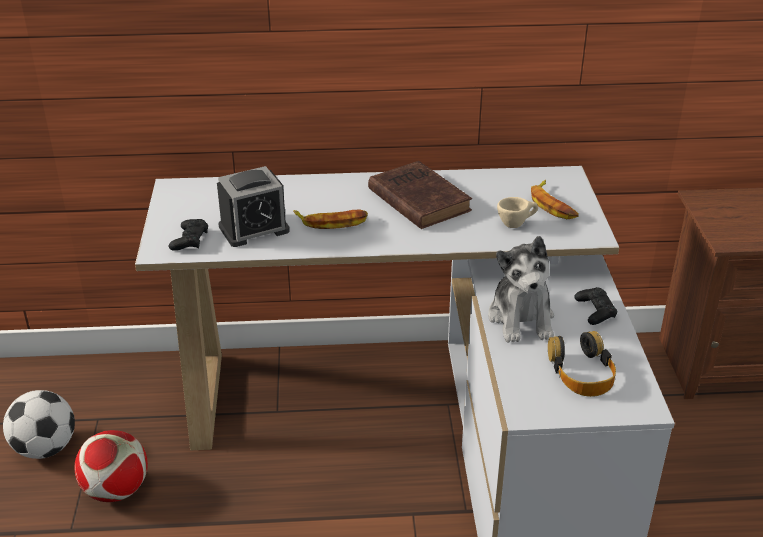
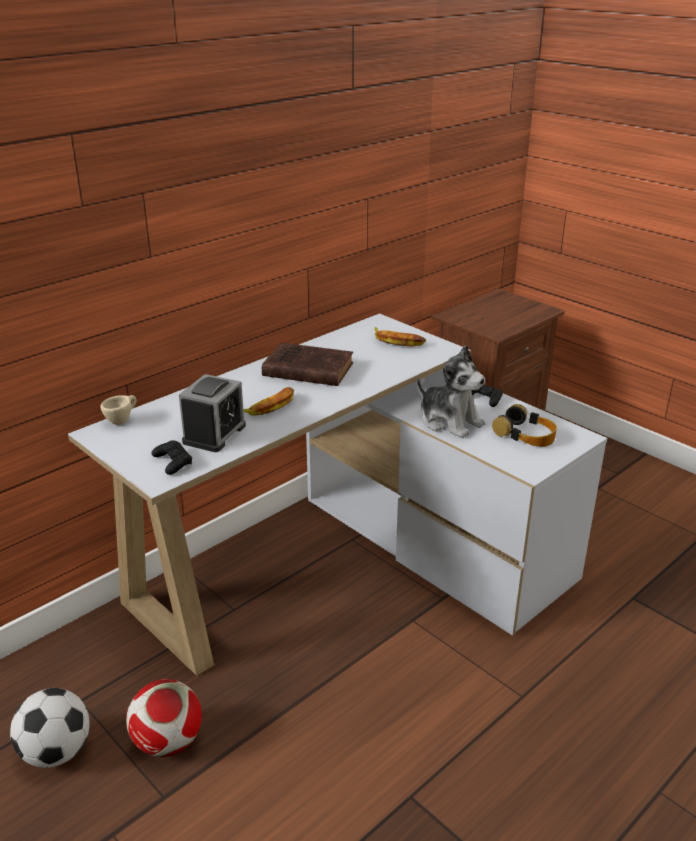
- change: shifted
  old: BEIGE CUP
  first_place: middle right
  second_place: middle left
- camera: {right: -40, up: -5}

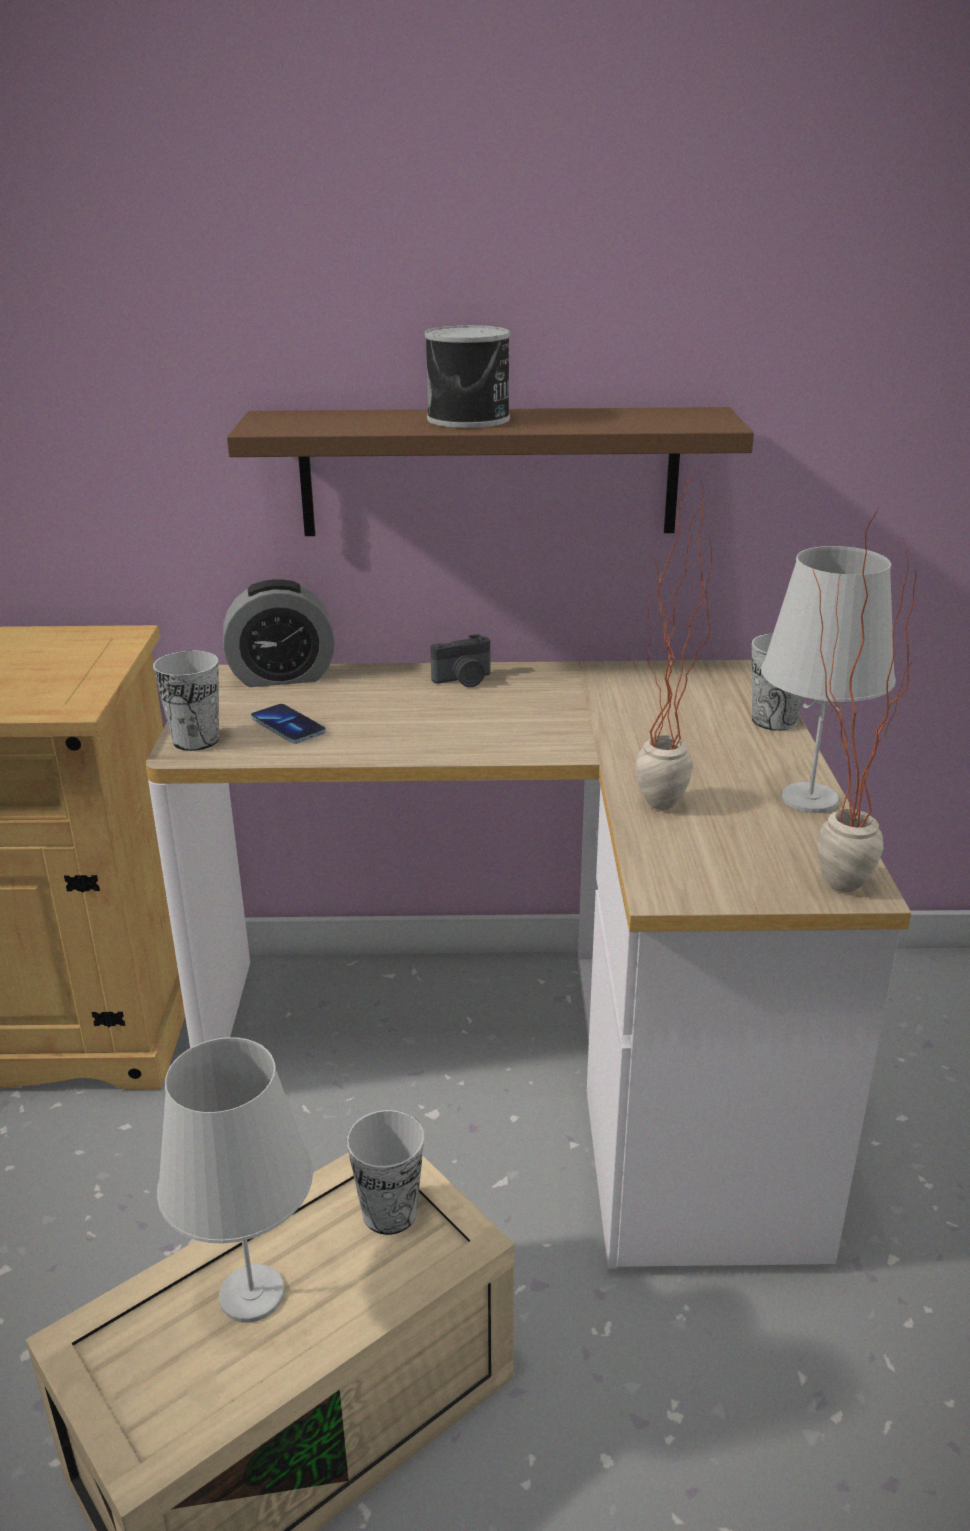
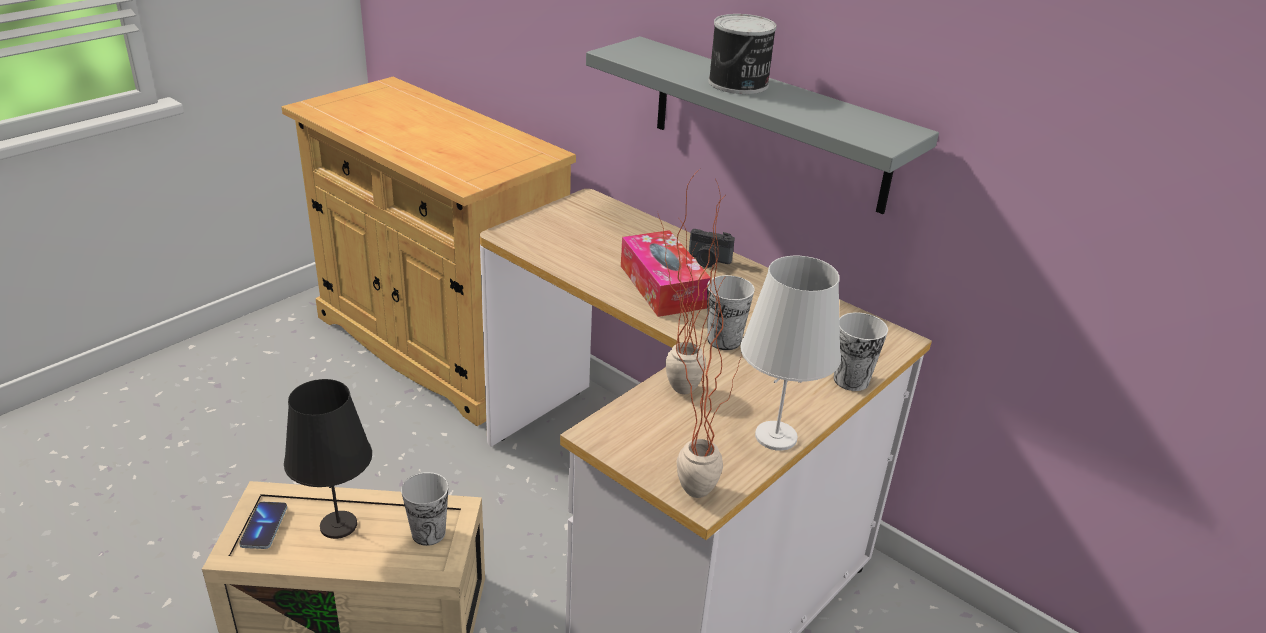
- change: shifted
  old: CUP (no. 1 from left in the first image)
  new: CUP (no. 2 from left)
  first_place: middle left
  second_place: centre
- change: repainted
  old: WHITE TABLE LAMP (no. 1 from left)
  new: BLACK TABLE LAMP
  first_place: bottom left
  second_place: bottom left
- change: gone
  old: ALARM CLOCK
  first_place: middle left
- change: repainted
  old: BROWN SHELF
  new: GREY SHELF
  first_place: top centre
  second_place: top centre
- change: shifted
  old: PHONE
  first_place: middle left
  second_place: bottom left
- change: new
  new: TISSUE BOX
  second_place: centre
- camera: {right: 40, up: 5}

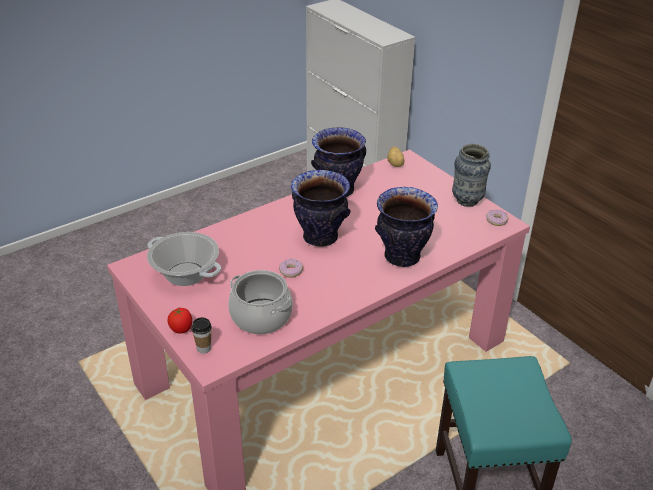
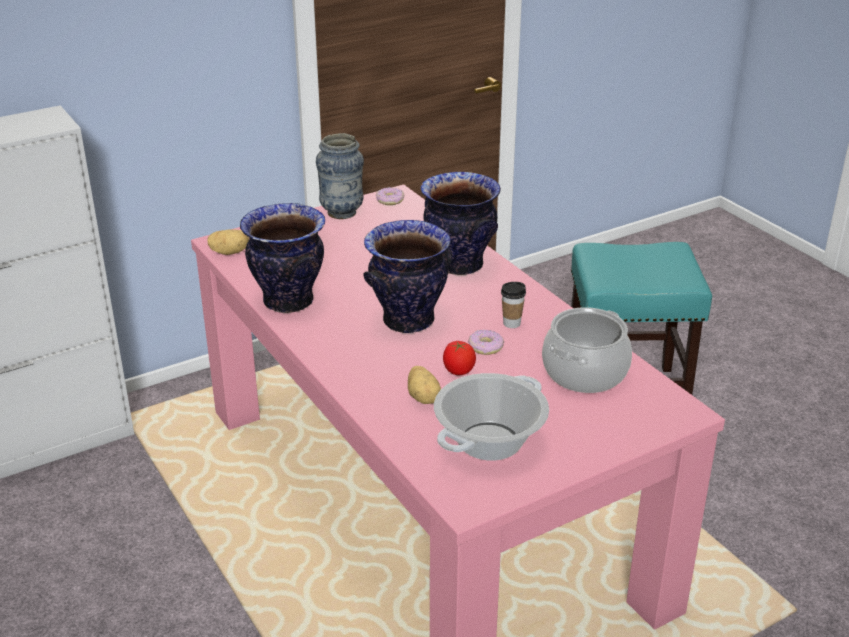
- change: shifted
  old: TOMATO
  first_place: middle left
  second_place: centre
- change: shifted
  old: CUP
  first_place: bottom left
  second_place: centre
- change: new
  new: POTATO (no. 2 from left)
  second_place: centre
- camera: {right: -85, up: -5}

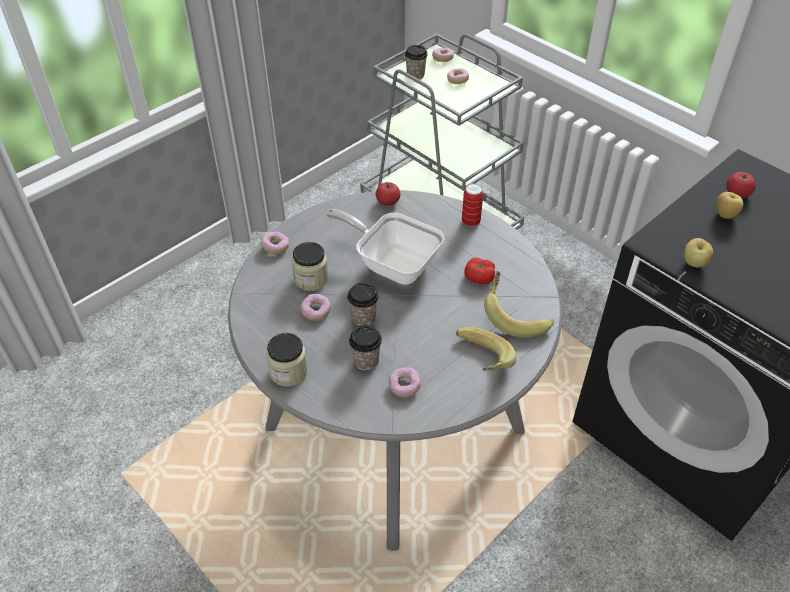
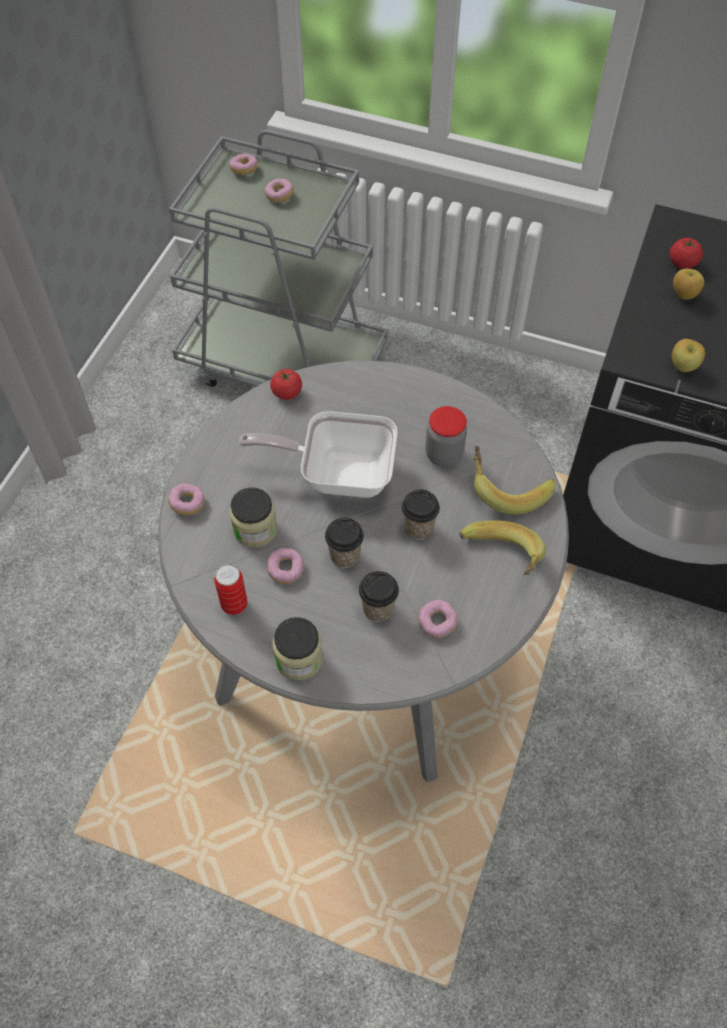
- change: shifted
  old: CUP (no. 3 from left)
  first_place: top centre
  second_place: centre
- change: shifted
  old: CAN
  first_place: centre
  second_place: middle left
- change: swapped
  old: TOMATO (no. 2 from left)
  new: JAR (no. 3 from left)
  first_place: centre
  second_place: centre
- camera: {right: -25, up: 10}

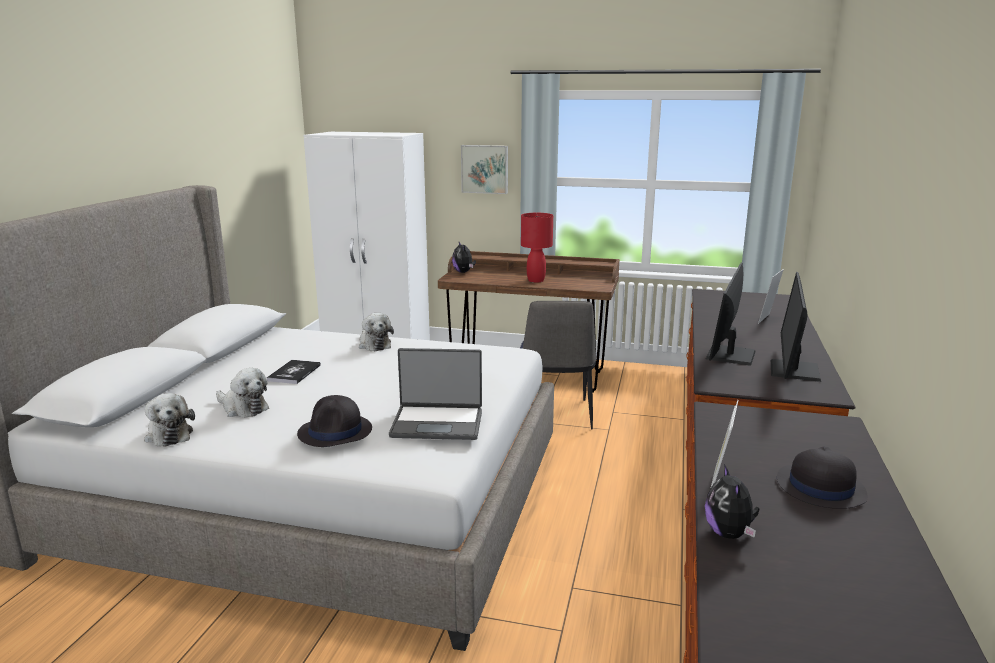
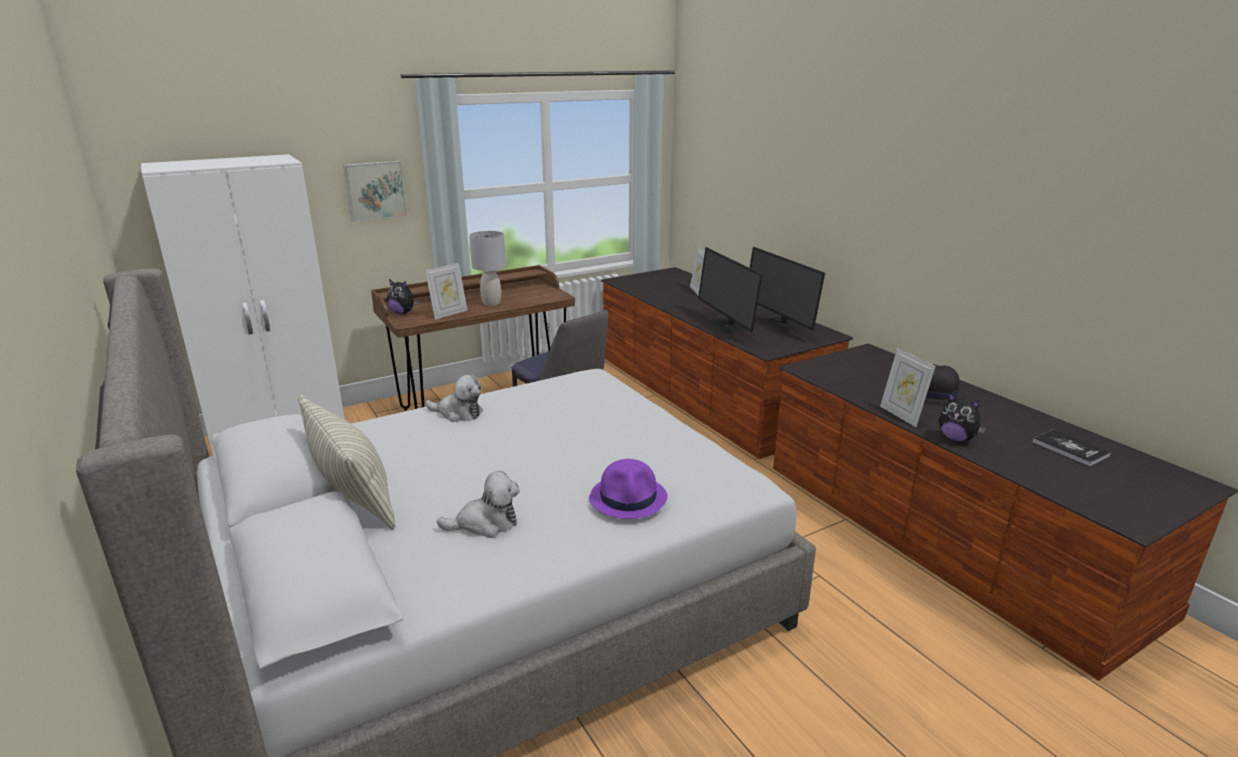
- change: gone
  old: PLUSH TOY (no. 1 from left)
  first_place: middle left
- change: shifted
  old: BOOK
  first_place: middle left
  second_place: middle right
- change: repainted
  old: BLACK HAT (no. 1 from left)
  new: PURPLE HAT
  first_place: centre
  second_place: centre
- change: gone
  old: LAPTOP
  first_place: centre
- change: repainted
  old: RED TABLE LAMP
  new: GREY TABLE LAMP
  first_place: centre
  second_place: centre
- change: new
  new: PILLOW
  second_place: middle left
- change: new
  new: PICTURE FRAME (no. 1 from left)
  second_place: centre
- camera: {right: -45, up: 5}

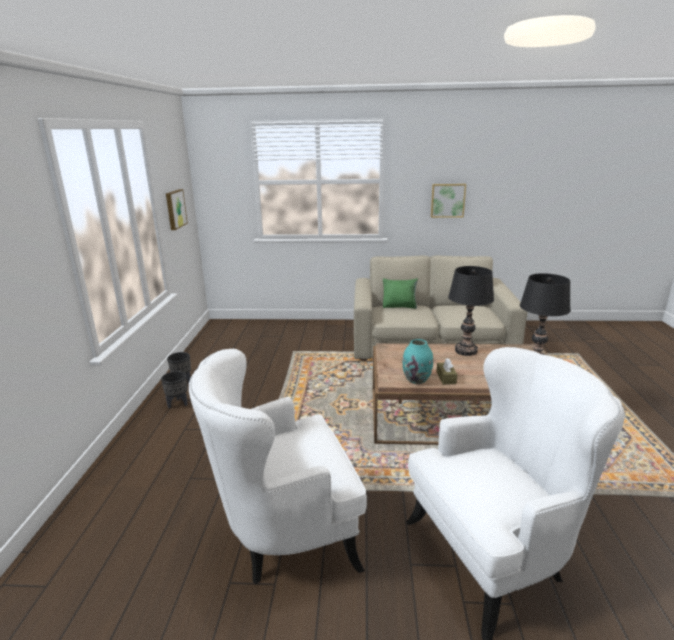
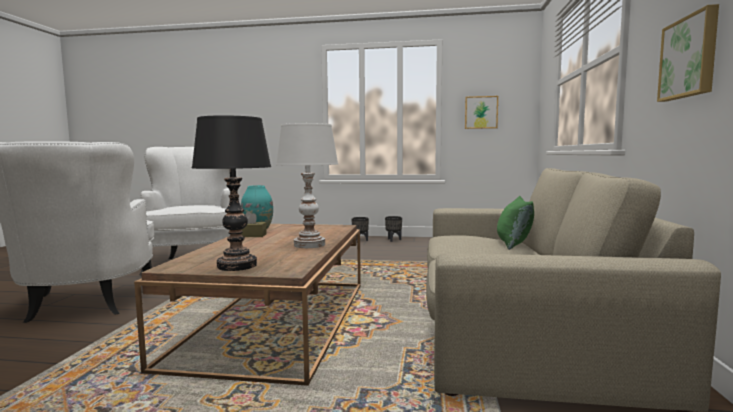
- change: repainted
  old: BLACK TABLE LAMP (no. 1 from left)
  new: WHITE TABLE LAMP
  first_place: middle right
  second_place: centre
- camera: {right: 95, up: -15}

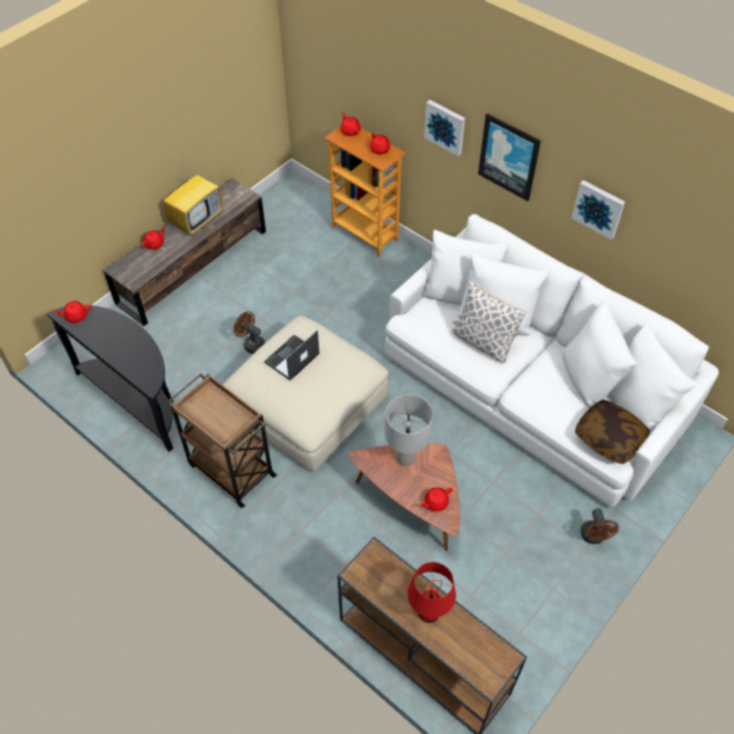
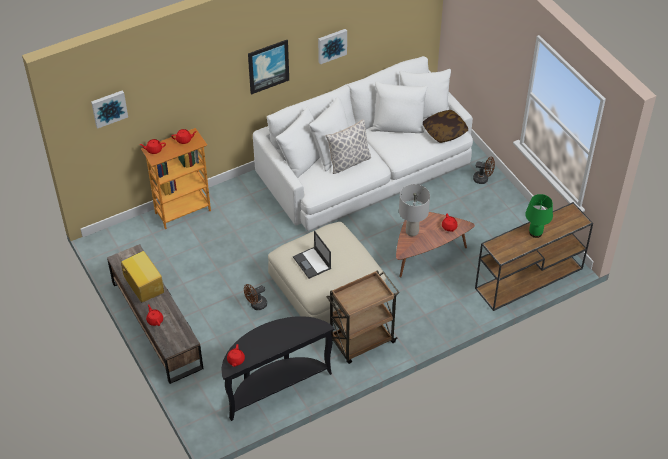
- change: repainted
  old: RED TABLE LAMP
  new: GREEN TABLE LAMP
  first_place: bottom centre
  second_place: middle right
- change: shifted
  old: PICTURE (no. 1 from left)
  first_place: top centre
  second_place: top left
- camera: {right: -70, up: -5}

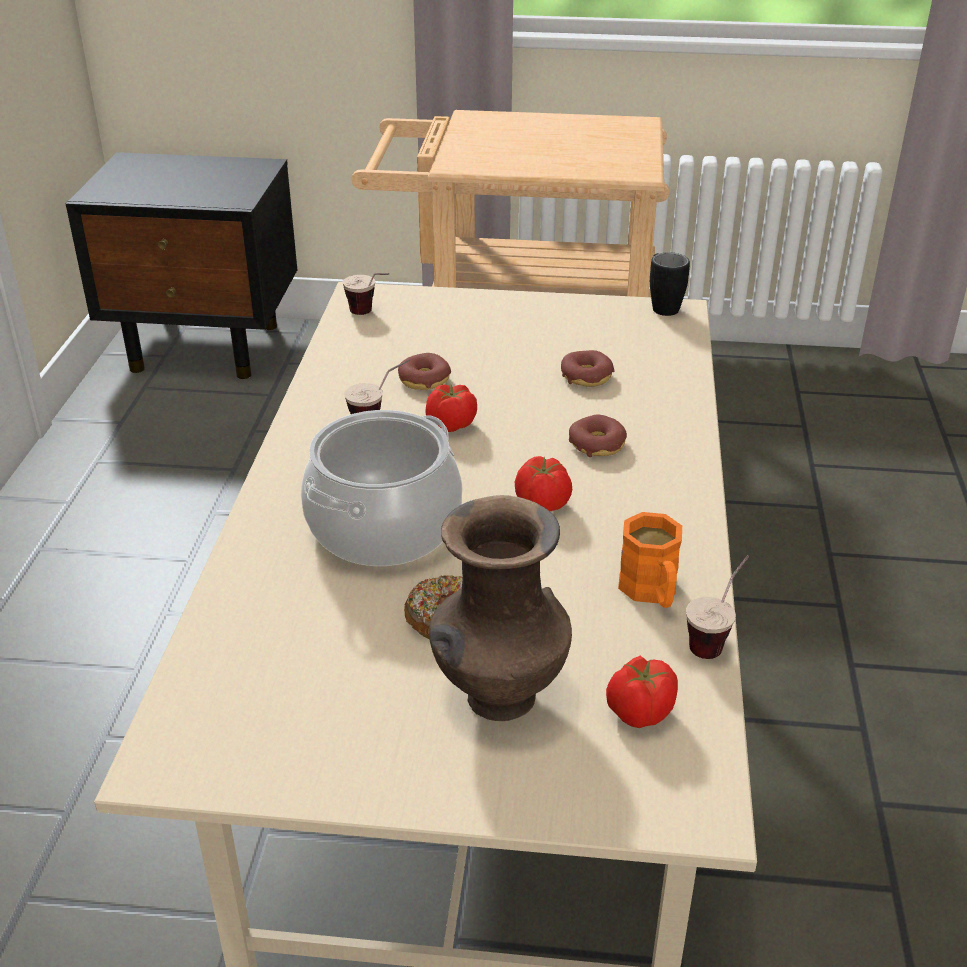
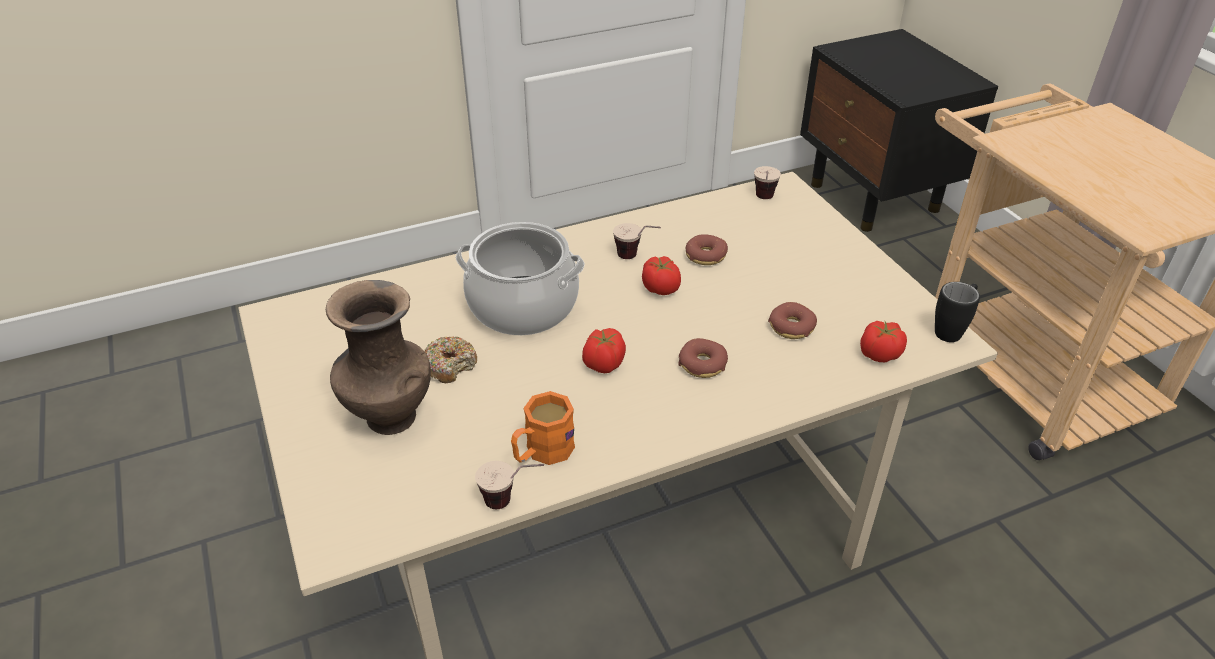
- change: shifted
  old: TOMATO (no. 3 from left)
  first_place: bottom centre
  second_place: middle right
- camera: {right: 60, up: 5}

